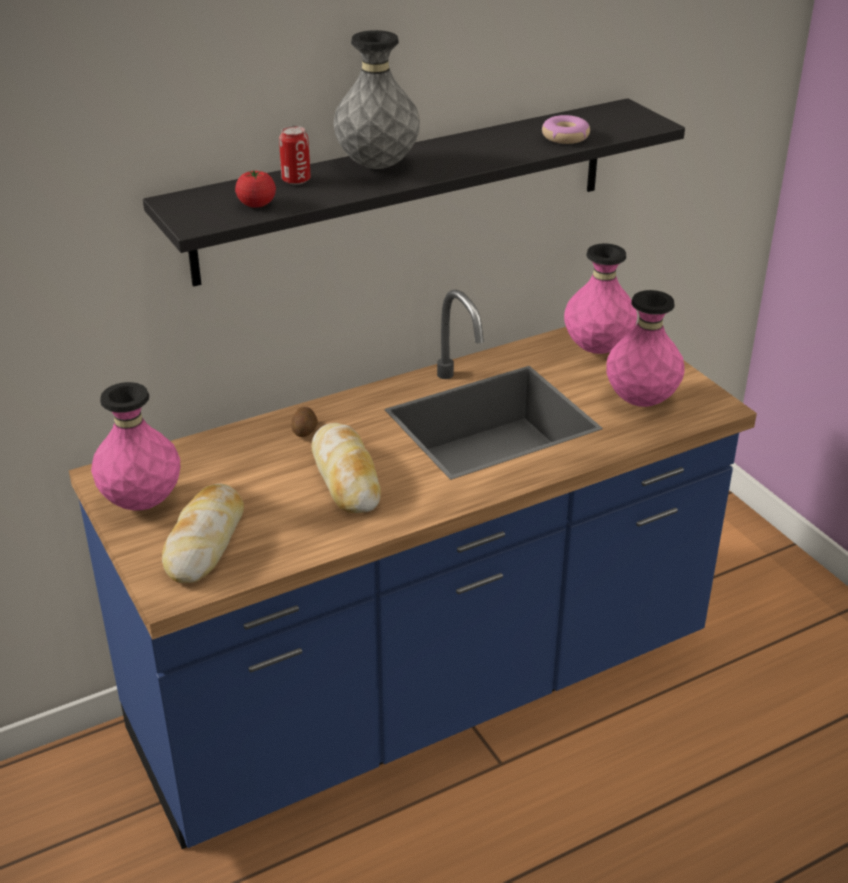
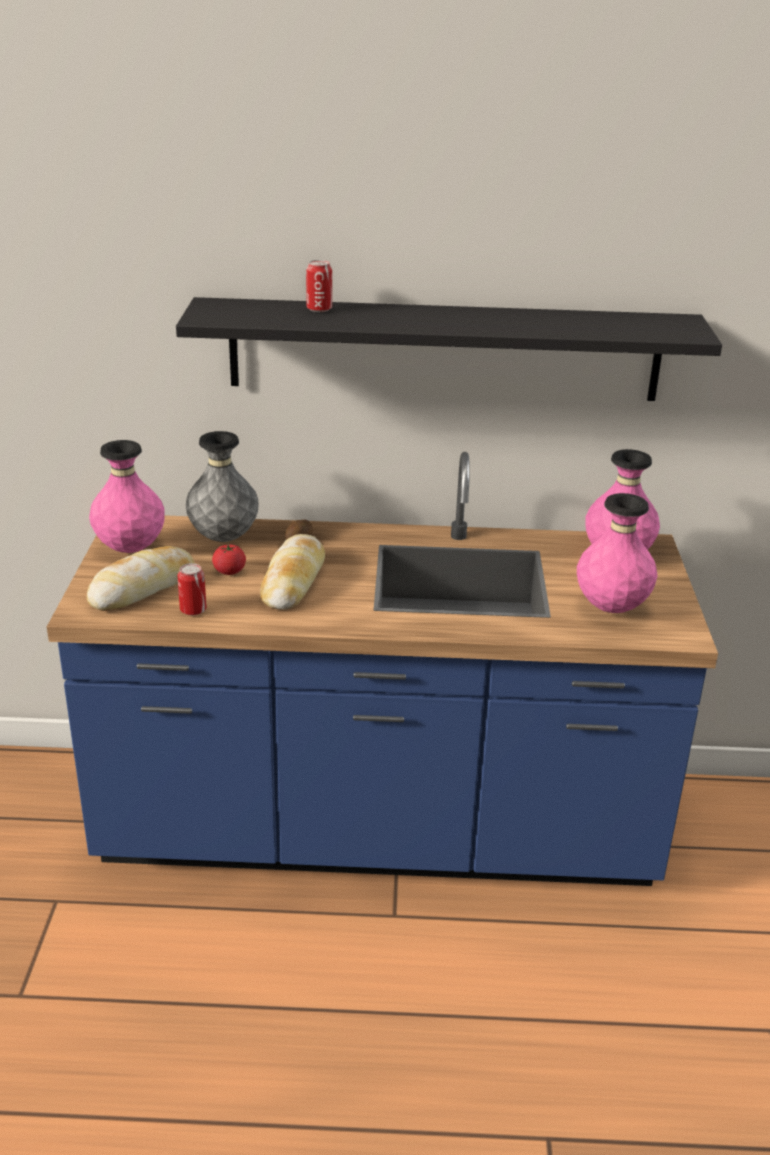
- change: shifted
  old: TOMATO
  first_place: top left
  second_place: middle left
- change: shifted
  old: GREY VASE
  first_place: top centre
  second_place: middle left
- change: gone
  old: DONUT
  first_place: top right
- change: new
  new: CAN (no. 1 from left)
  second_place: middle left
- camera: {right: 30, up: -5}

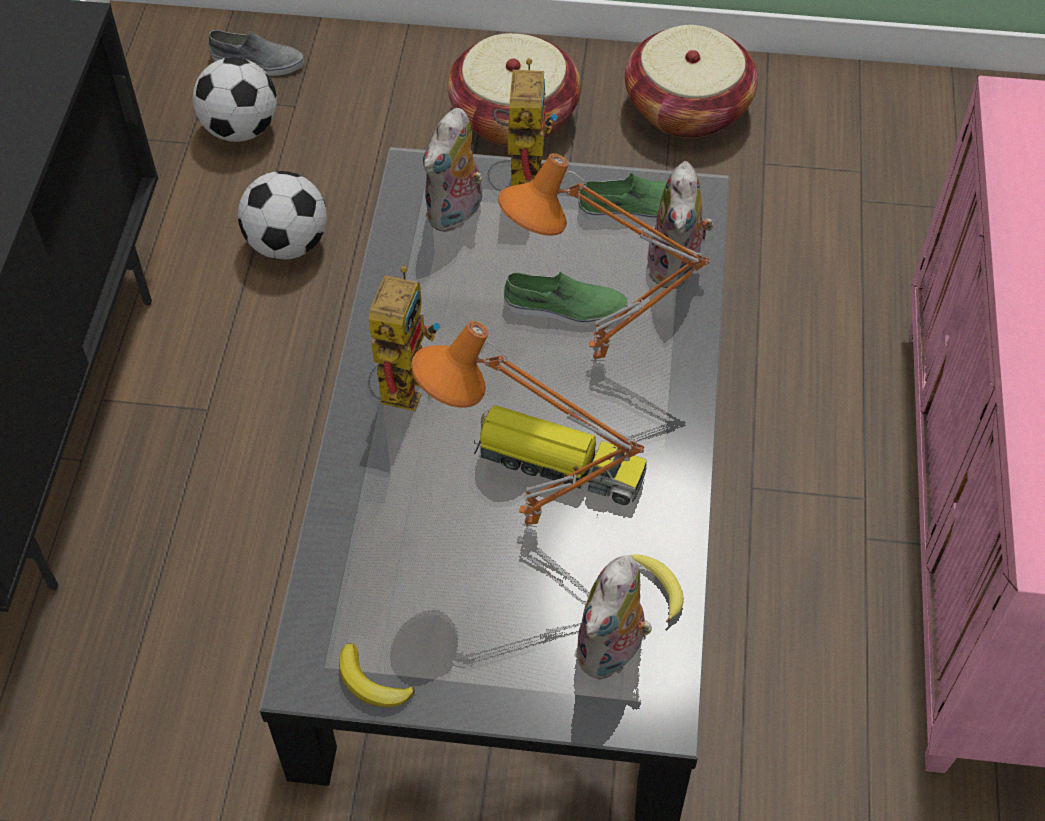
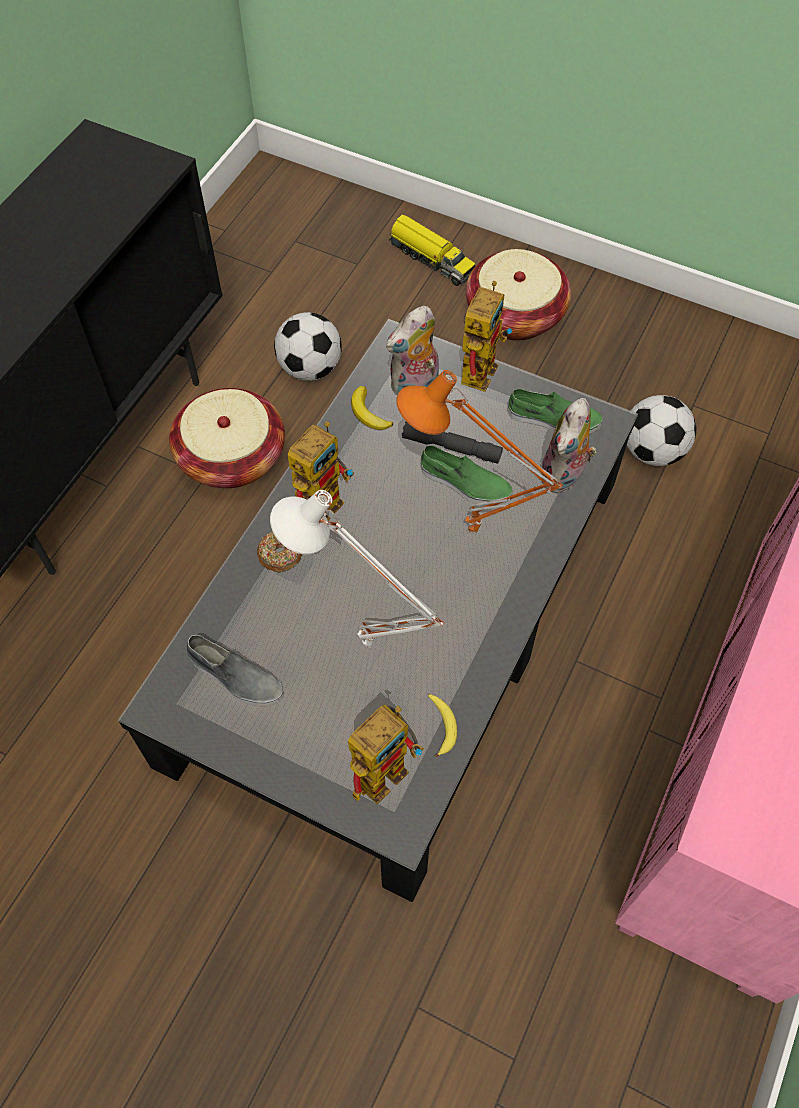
- change: shifted
  old: FOOTBALL (no. 1 from left in the first image)
  new: FOOTBALL (no. 2 from left)
  first_place: top left
  second_place: middle right
- change: shifted
  old: GREY SHOE
  first_place: top left
  second_place: middle left
- change: shifted
  old: BANANA (no. 1 from left)
  first_place: bottom centre
  second_place: centre
- change: repainted
  old: ORANGE TABLE LAMP (no. 1 from left)
  new: WHITE TABLE LAMP
  first_place: centre
  second_place: centre
- change: shifted
  old: TOY TRUCK
  first_place: centre
  second_place: top centre
- change: swapped
  old: PLUSH TOY (no. 2 from left)
  new: TOY ROBOT (no. 2 from left)
  first_place: bottom centre
  second_place: bottom centre
- change: shifted
  old: BASKET (no. 2 from left in the first image)
  new: BASKET (no. 1 from left)
  first_place: top centre
  second_place: middle left
- change: new
  new: DONUT
  second_place: centre
- change: new
  new: GREY FLASHLIGHT
  second_place: centre
- camera: {right: 20, up: 5}

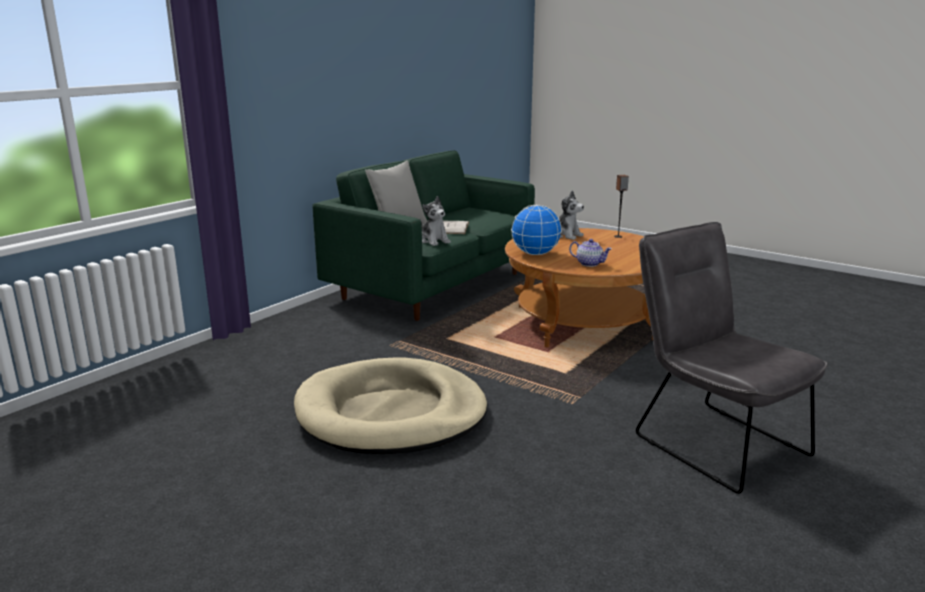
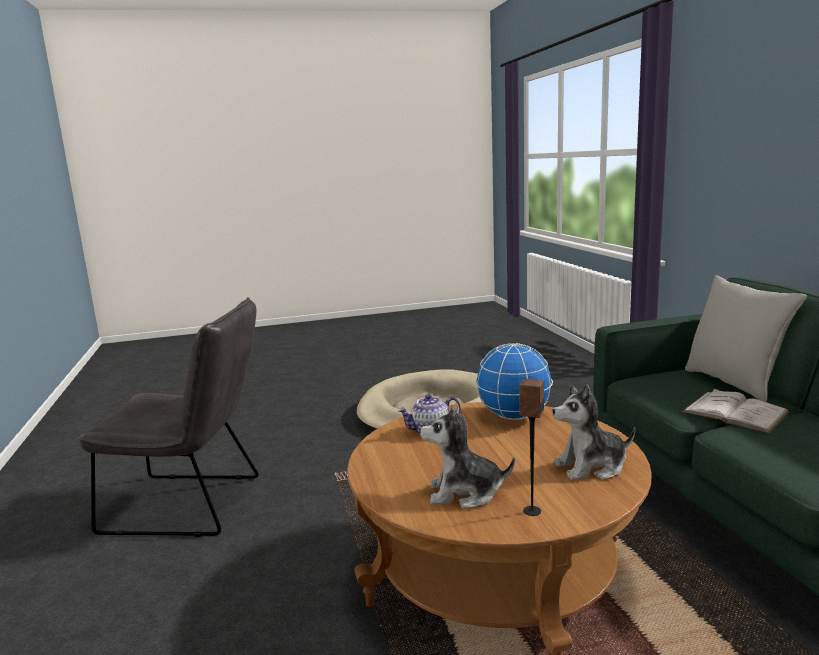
- change: shifted
  old: PLUSH TOY (no. 1 from left)
  first_place: centre
  second_place: bottom centre
- camera: {right: 130, up: -5}

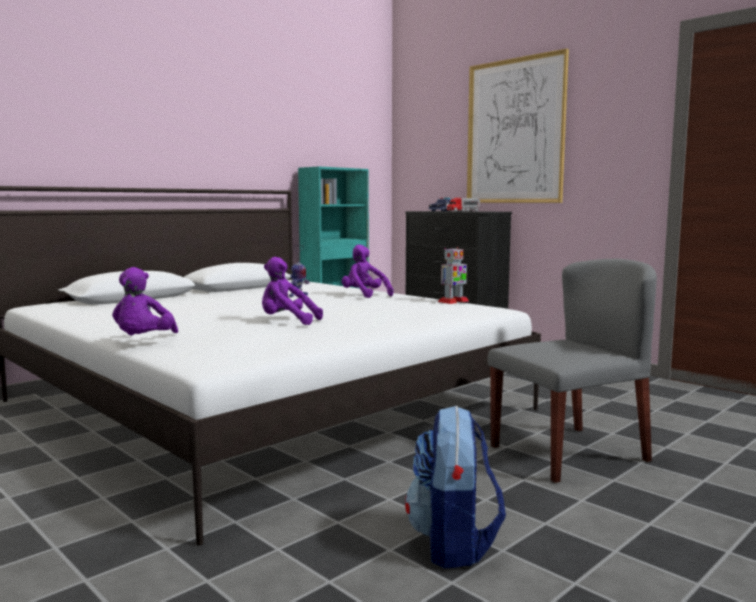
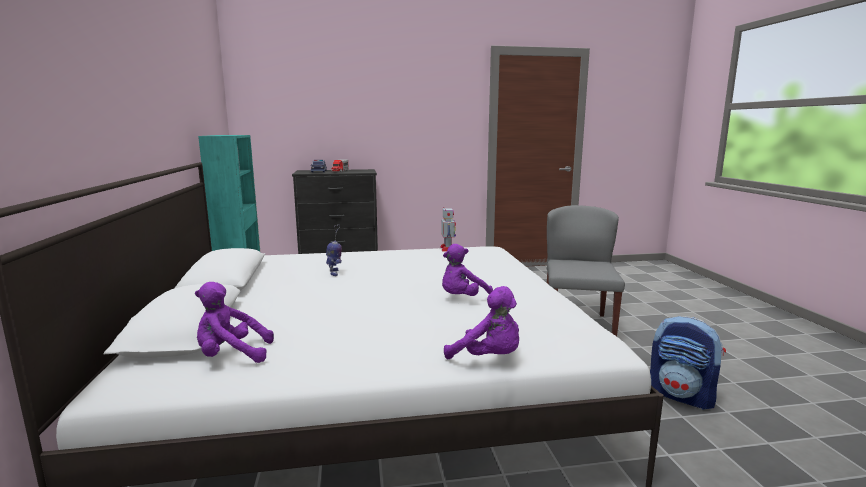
- change: shifted
  old: PURPLE PLUSH TOY (no. 3 from left in the first image)
  new: PURPLE PLUSH TOY (no. 1 from left)
  first_place: centre
  second_place: middle left
- change: gone
  old: PICTURE
  first_place: top right
- camera: {right: -55, up: 5}

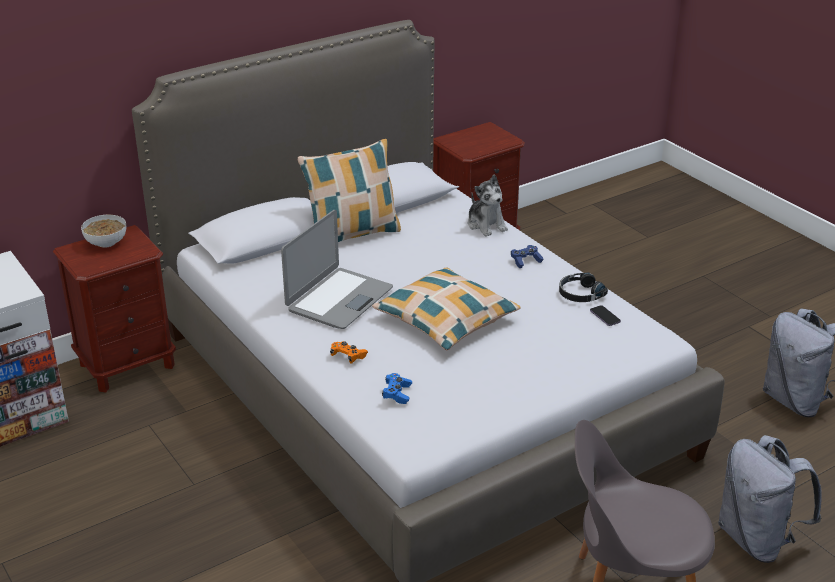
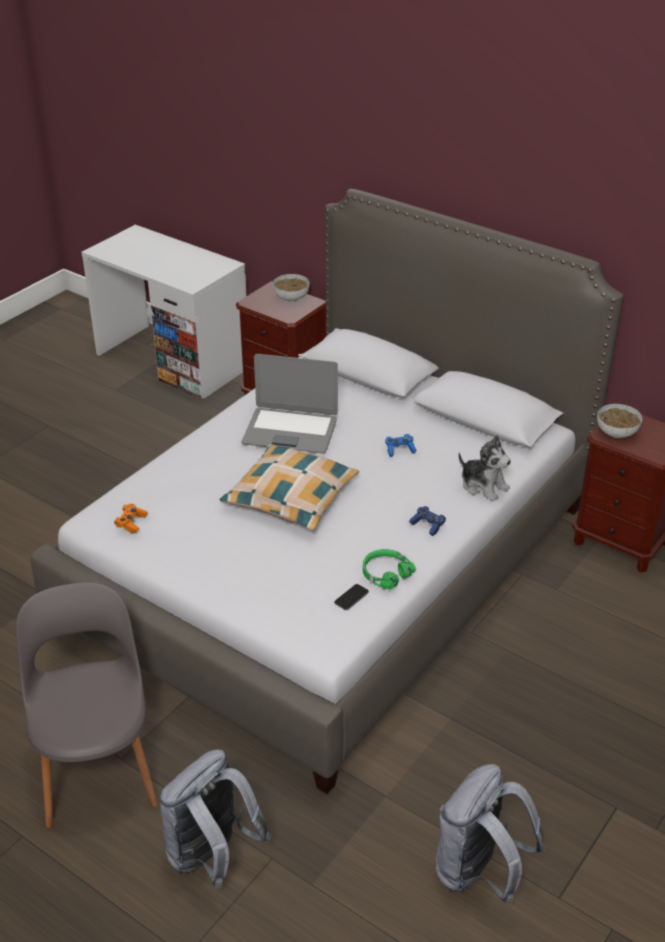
- change: gone
  old: PILLOW (no. 1 from left)
  first_place: top centre
- change: shifted
  old: ORANGE GAME CONTROLLER
  first_place: centre
  second_place: middle left
- change: shifted
  old: BLUE GAME CONTROLLER (no. 1 from left)
  first_place: bottom centre
  second_place: centre
- change: rotated
  old: PLUSH TOY
  first_place: centre
  second_place: middle right
  degrees: -90
- change: repainted
  old: BLACK HEADPHONES
  new: GREEN HEADPHONES
  first_place: middle right
  second_place: centre
- change: new
  new: BOWL (no. 2 from left)
  second_place: middle right
- camera: {right: 70, up: 5}

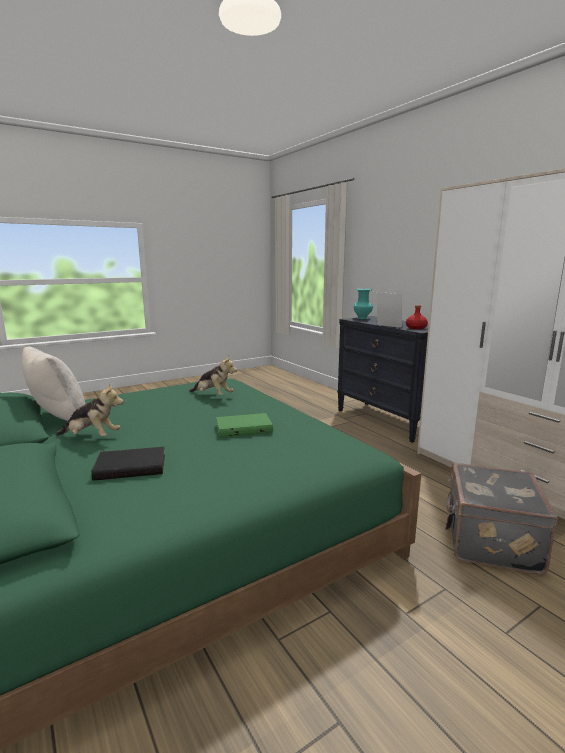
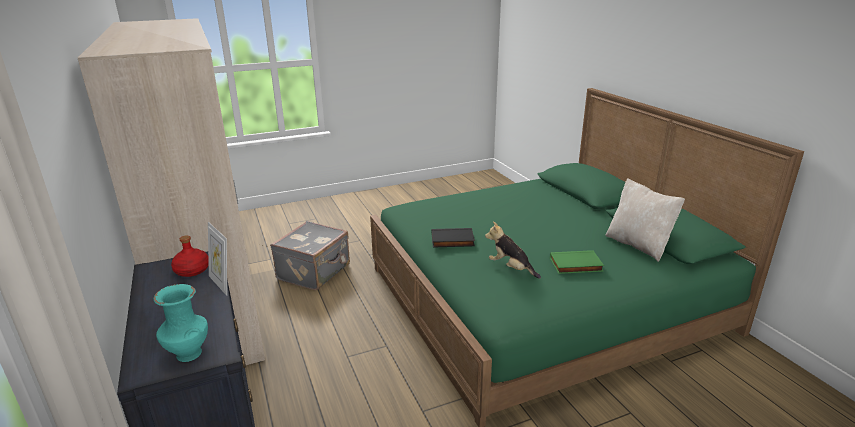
- change: gone
  old: PLUSH TOY (no. 1 from left)
  first_place: middle left
- change: shifted
  old: BLACK BOOK
  first_place: middle left
  second_place: centre
- change: shifted
  old: GREEN BOOK
  first_place: centre
  second_place: middle right
- camera: {right: -170, up: 10}

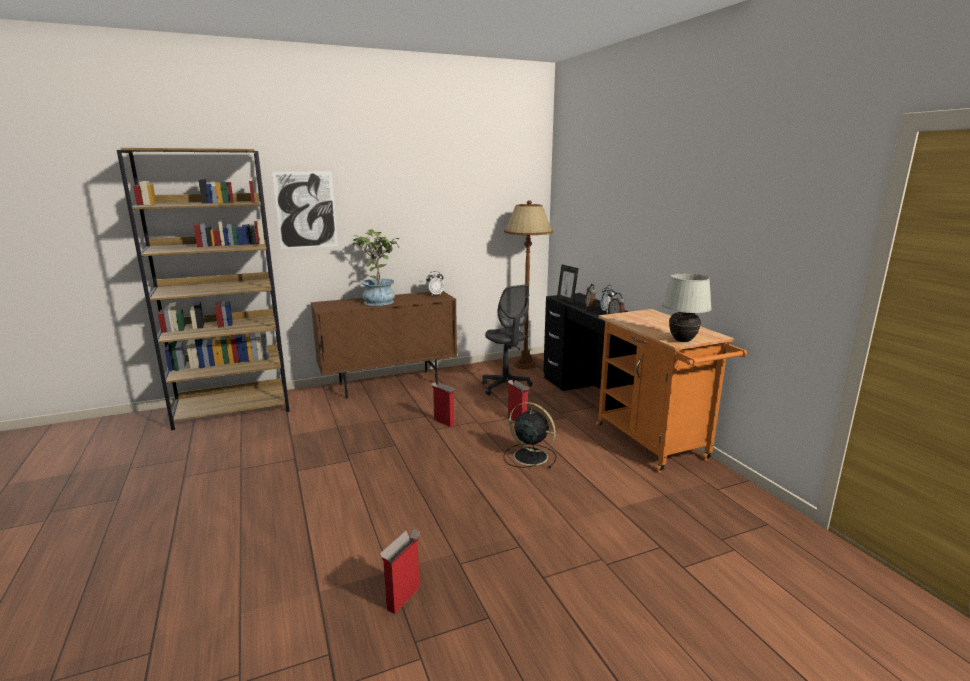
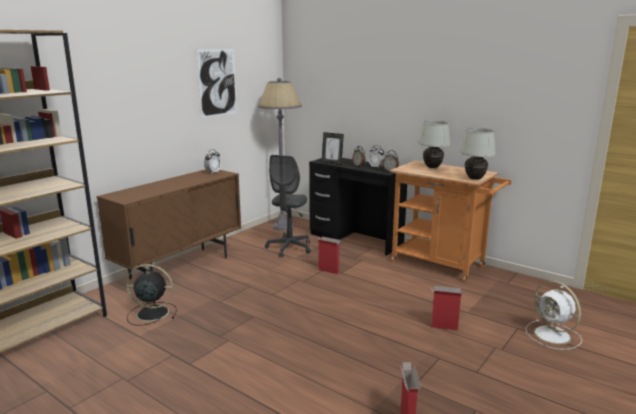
- change: shifted
  old: PICTURE
  first_place: top left
  second_place: top centre
- change: gone
  old: POTTED PLANT
  first_place: centre
- change: shifted
  old: CARDBOARD BOX (no. 2 from left in the first image)
  new: CARDBOARD BOX (no. 3 from left)
  first_place: centre
  second_place: bottom right
- change: rotated
  old: GREY OFFICE CHAIR
  first_place: centre
  second_place: centre
  degrees: 75
- change: repainted
  old: BROWN FLOOR LAMP
  new: GREY FLOOR LAMP
  first_place: centre
  second_place: centre
- change: shifted
  old: BLACK FAN
  first_place: centre
  second_place: bottom left
- change: new
  new: WHITE TABLE LAMP (no. 1 from left)
  second_place: middle right
- change: new
  new: WHITE FAN
  second_place: bottom right
- camera: {right: -30, up: 0}

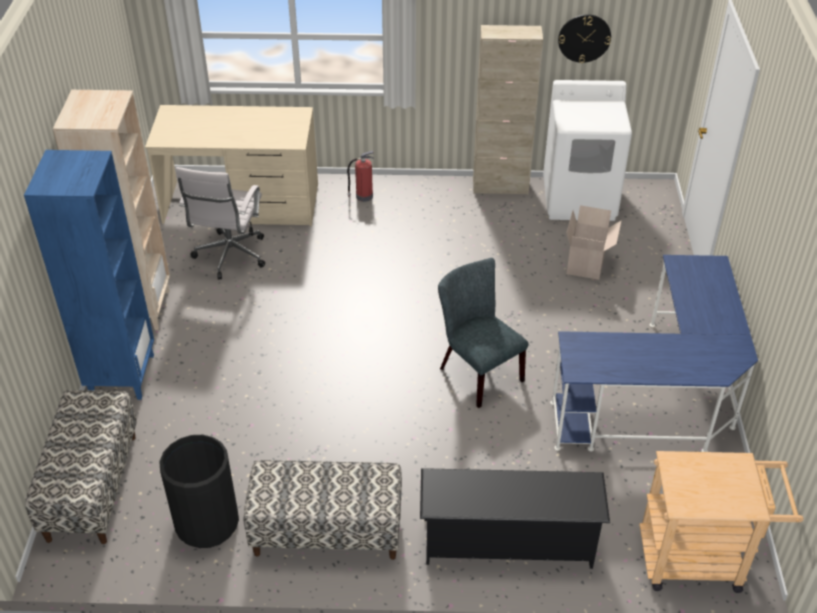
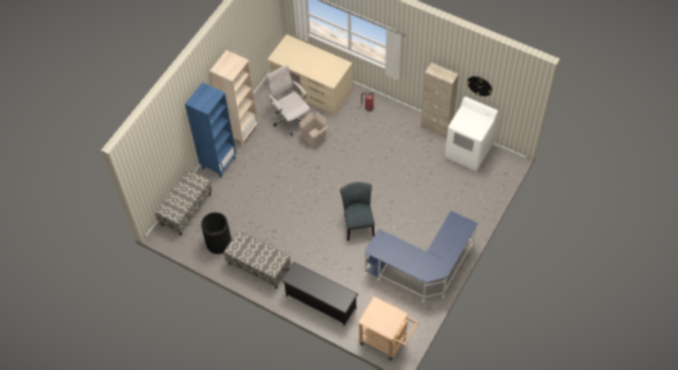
- change: rotated
  old: WHITE OFFICE CHAIR
  first_place: middle left
  second_place: top centre
  degrees: 105
- change: shifted
  old: CARDBOARD BOX
  first_place: middle right
  second_place: centre
- camera: {right: 30, up: 15}

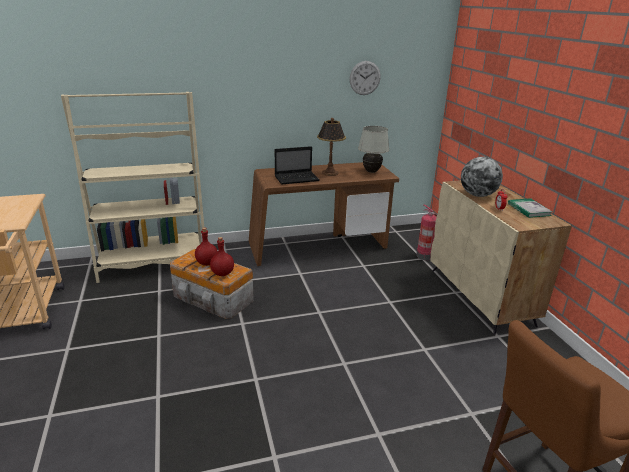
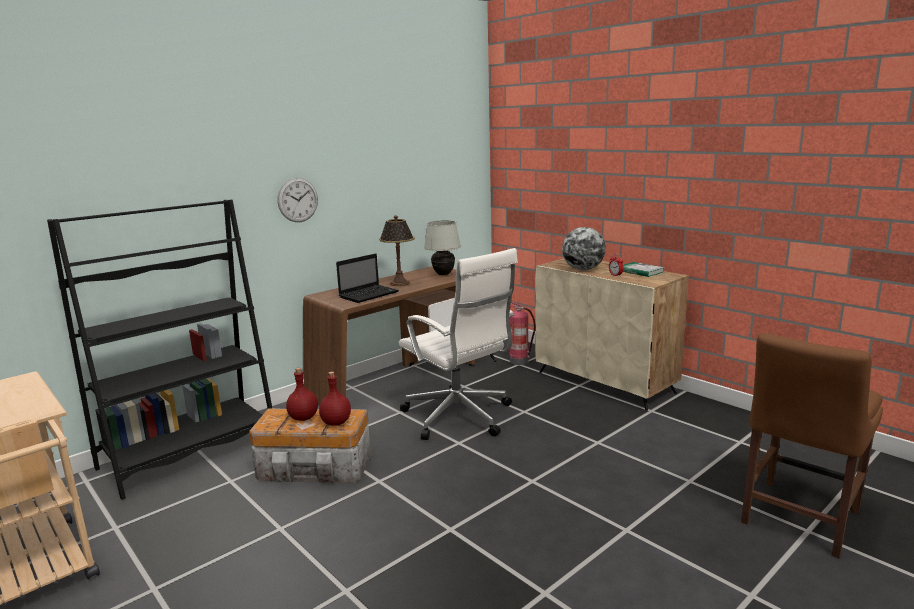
- change: repainted
  old: BEIGE BOOKCASE
  new: BLACK BOOKCASE
  first_place: middle left
  second_place: middle left
- change: shifted
  old: WALL CLOCK
  first_place: top centre
  second_place: top left
- change: new
  new: WHITE OFFICE CHAIR
  second_place: centre
- camera: {right: -25, up: -10}

